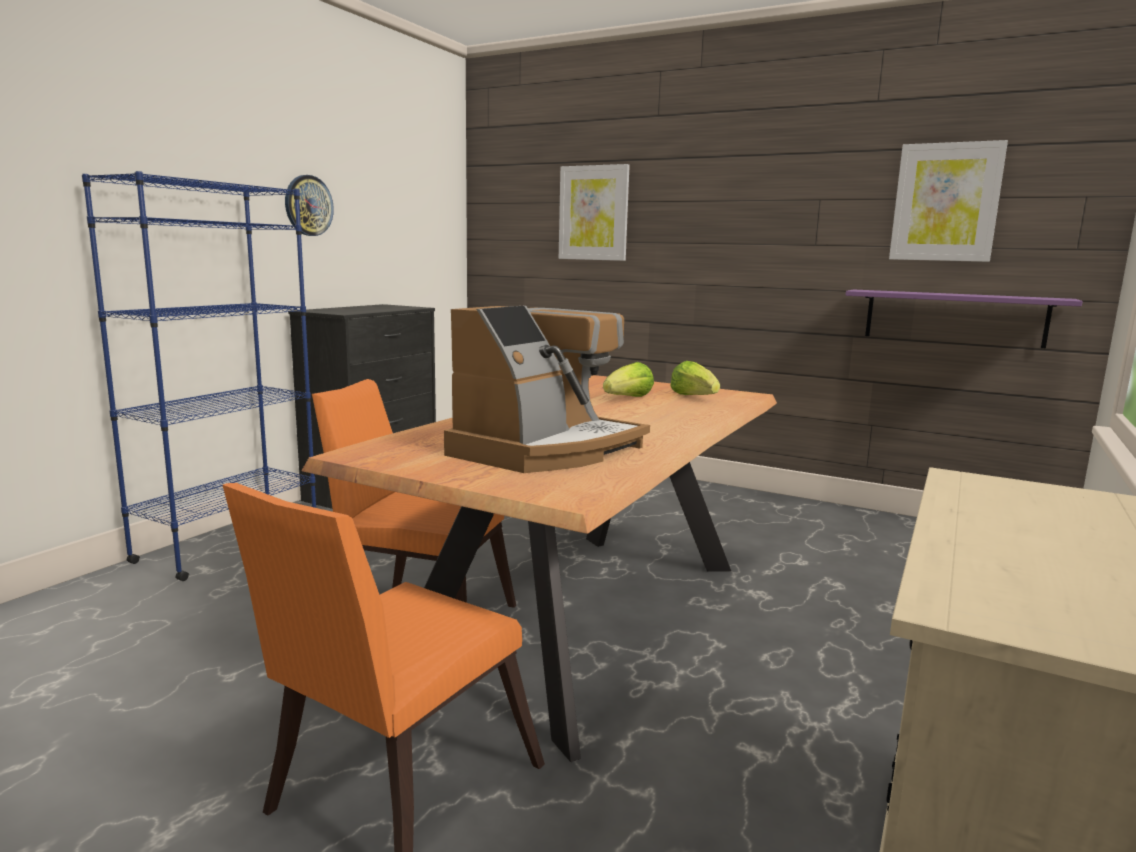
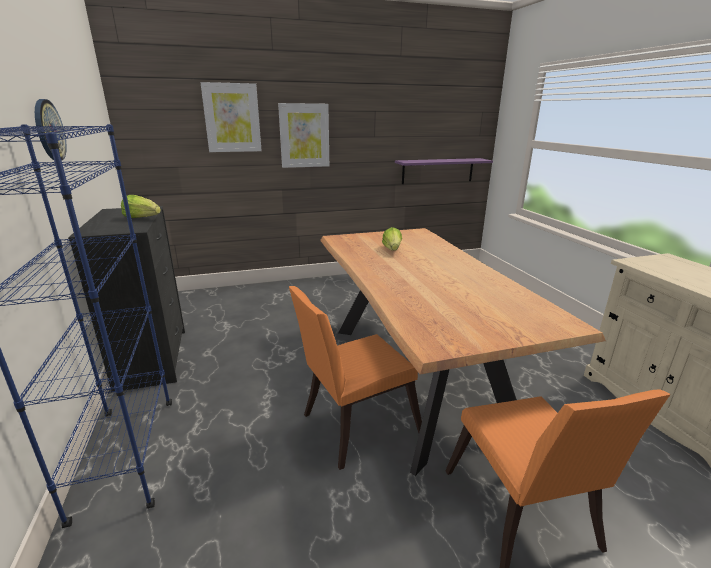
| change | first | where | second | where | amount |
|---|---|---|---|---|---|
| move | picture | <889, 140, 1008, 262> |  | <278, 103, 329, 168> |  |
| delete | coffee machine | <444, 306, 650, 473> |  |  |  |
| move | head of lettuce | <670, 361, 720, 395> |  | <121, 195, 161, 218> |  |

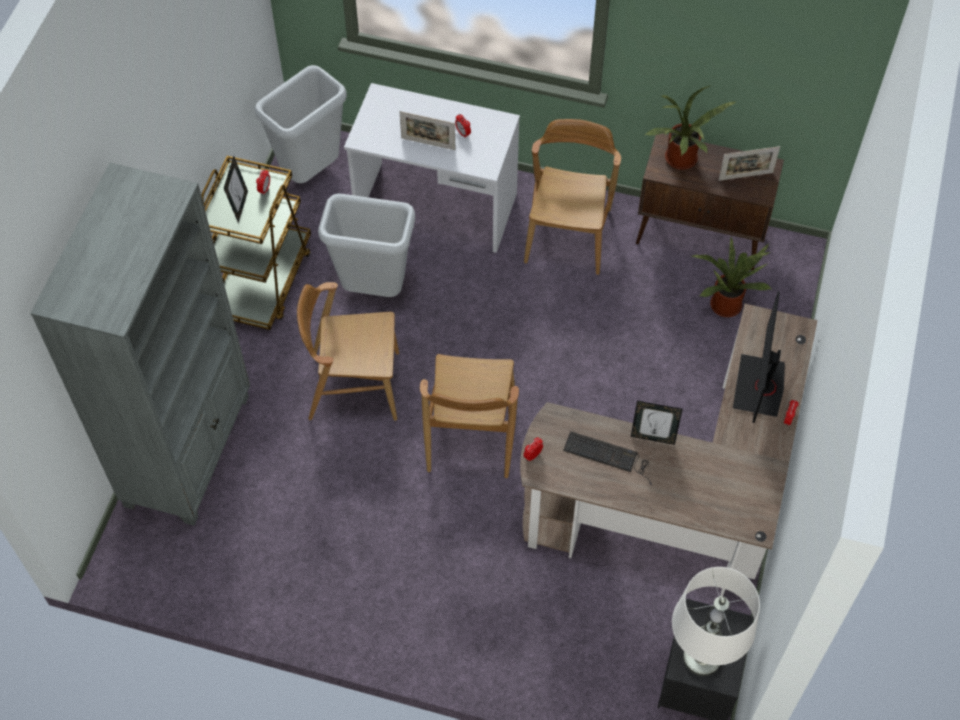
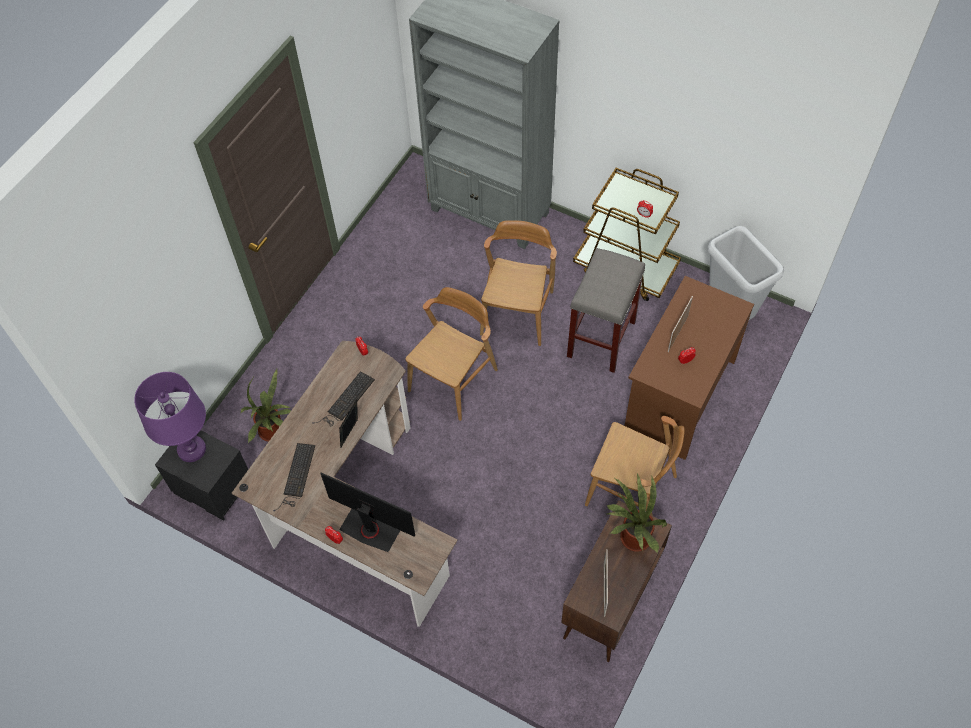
| change | first | where | second | where | amount |
|---|---|---|---|---|---|
| recolor | desk unit/white-coloured | <344, 83, 520, 253> | desk unit/brownish | <624, 276, 754, 460> |  |
| delete | photo frame | <224, 156, 248, 223> |  |  |  |
| replace | rubbish bin/greyish | <318, 194, 415, 297> | stool/greyish | <567, 248, 645, 373> |  |
| move | potted plant | <692, 237, 771, 317> |  | <241, 369, 291, 443> |  |
| rotate | upright chair/brownish | <420, 354, 519, 478> |  | <405, 287, 498, 421> | 105 degrees clockwise |
| recolor | tabletop lamp/white-coloured | <672, 567, 760, 676> | tabletop lamp/purplish | <134, 372, 206, 462> |  |
| insert |  |  | PC keyboard | <273, 443, 315, 511> |  |

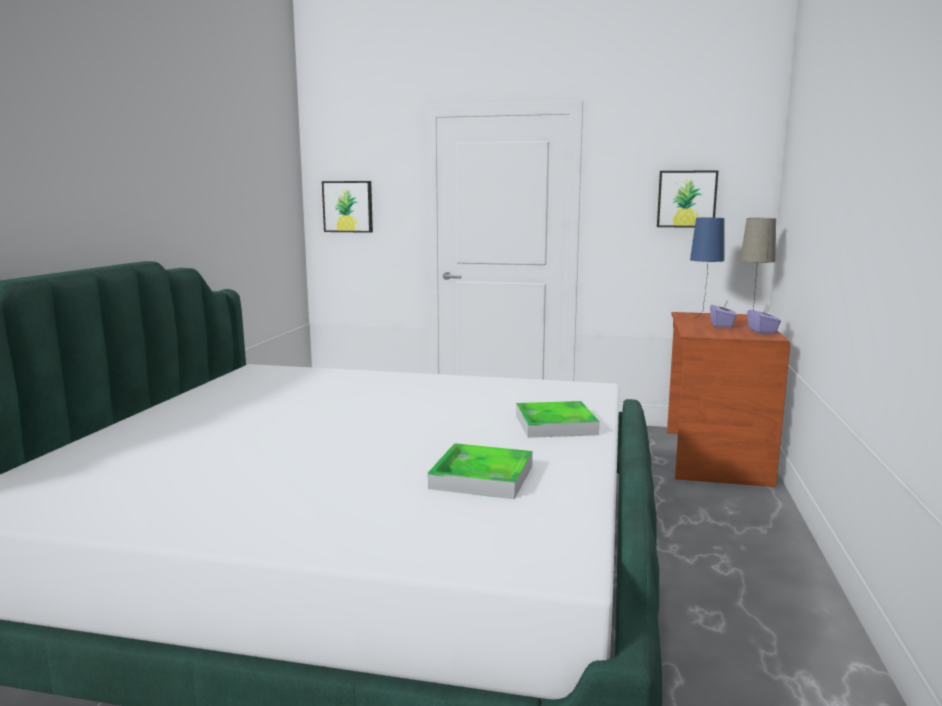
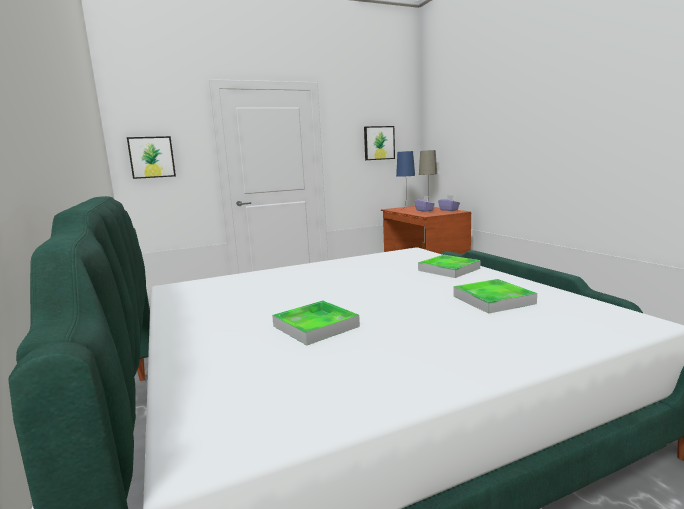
| change | first | where | second | where | amount |
|---|---|---|---|---|---|
| insert |  |  | serving tray | <272, 300, 360, 345> |  |

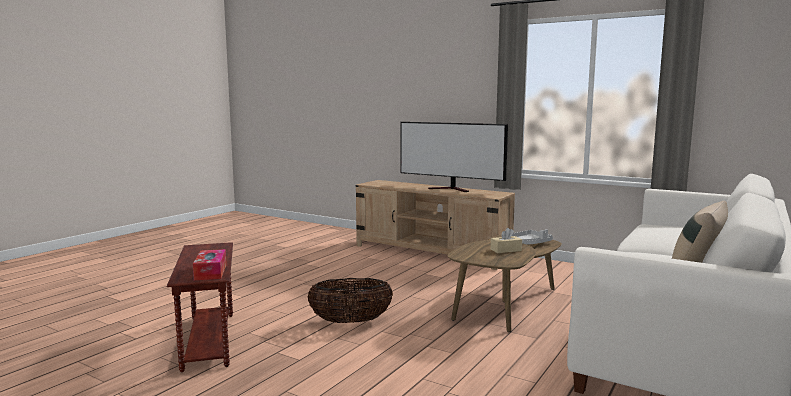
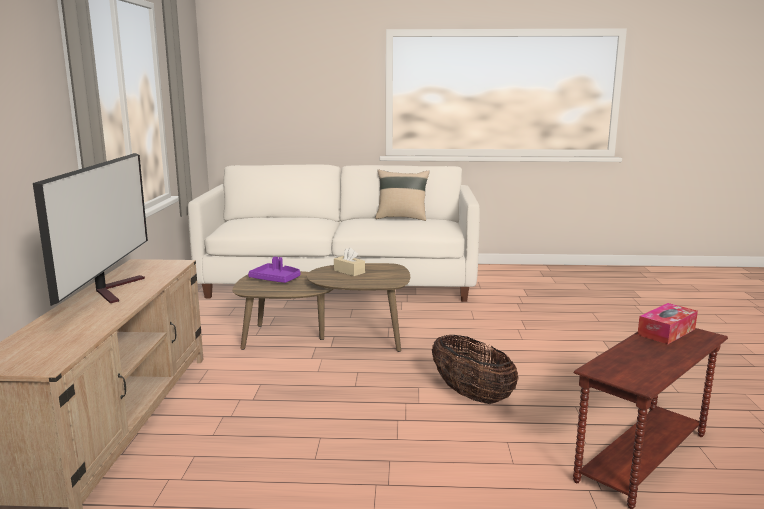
| change | first | where | second | where | amount |
|---|---|---|---|---|---|
| recolor | serving tray/greyish | <512, 229, 553, 245> | serving tray/purplish | <248, 256, 300, 283> |  |

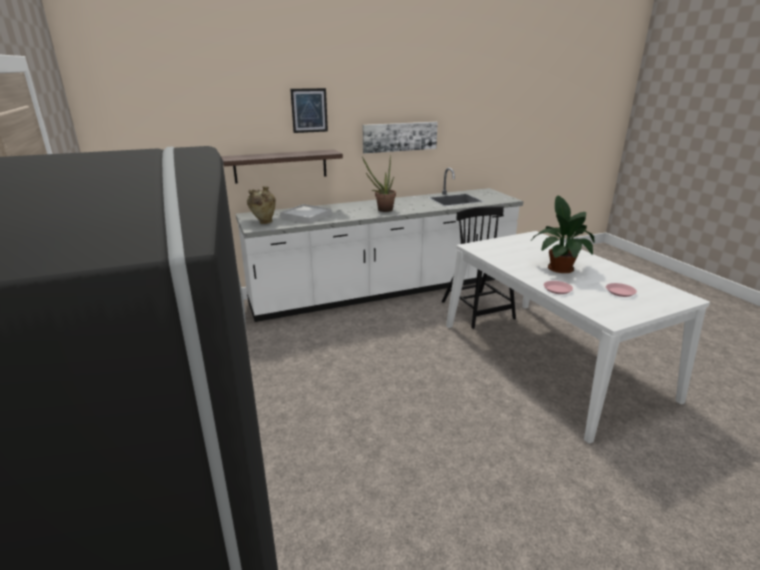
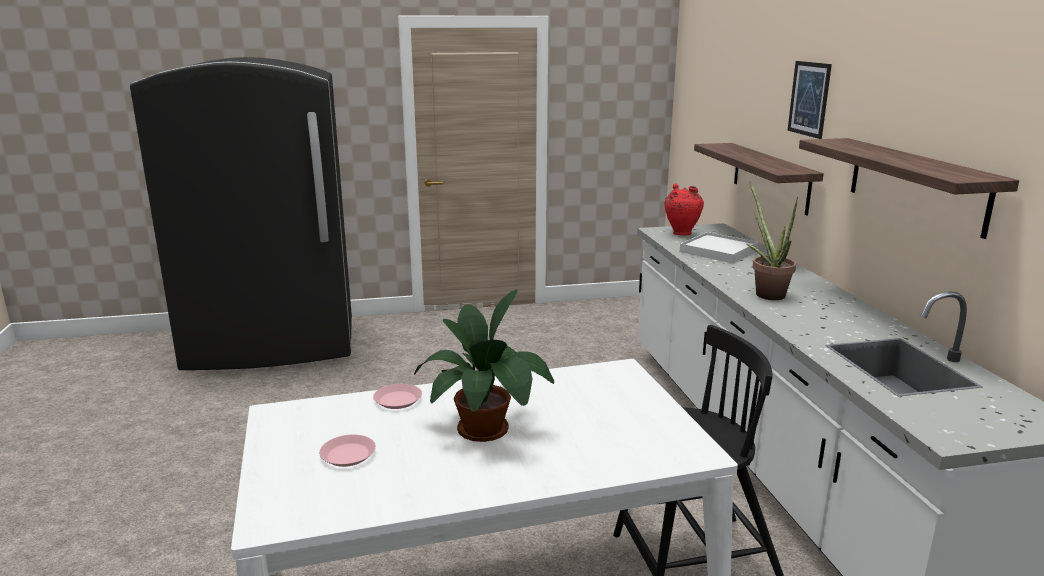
| change | first | where | second | where | amount |
|---|---|---|---|---|---|
| replace | picture | <363, 122, 438, 154> | wall shelf | <799, 138, 1019, 239> |  |
| recolor | vase/beige-coloured | <247, 186, 276, 224> | vase/red | <664, 184, 704, 235> |  |

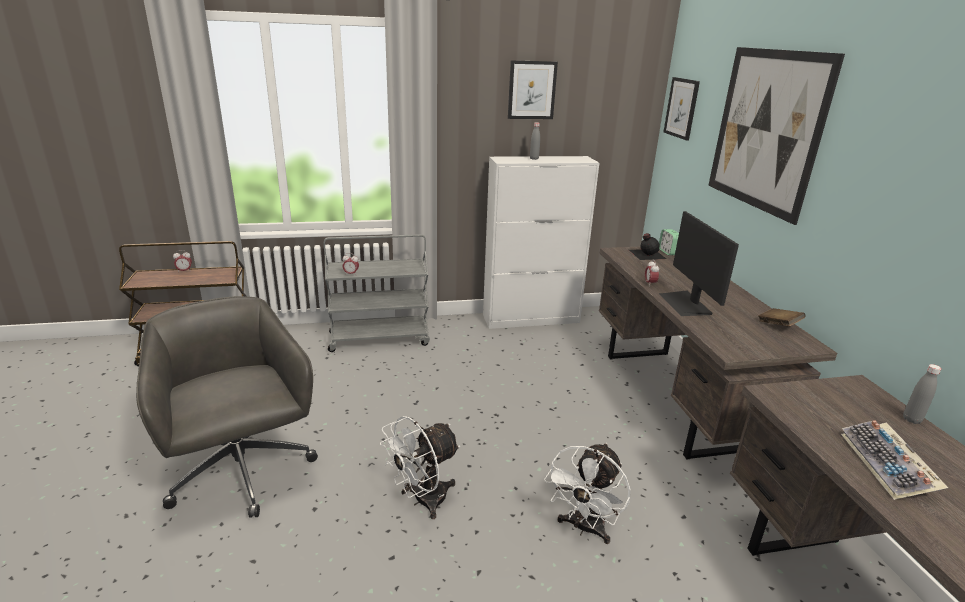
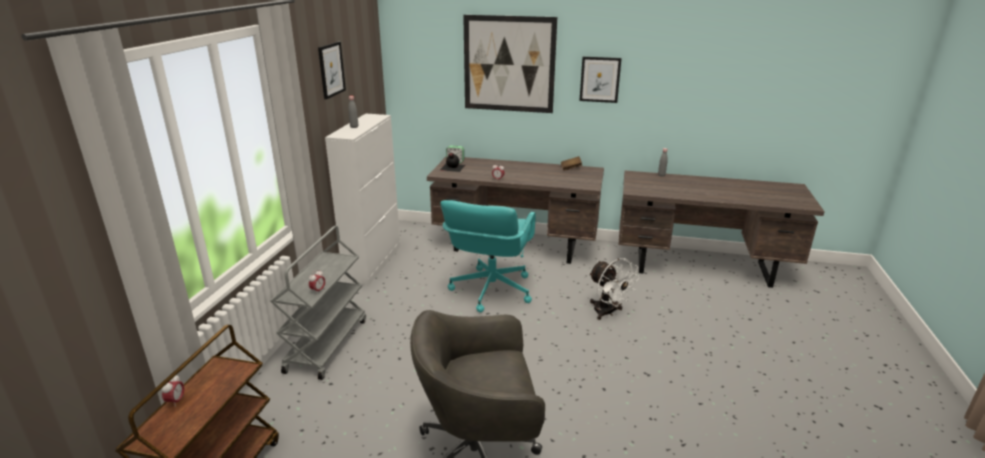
| change | first | where | second | where | amount |
|---|---|---|---|---|---|
| move | picture | <664, 77, 700, 140> |  | <580, 57, 622, 103> |  |
| delete | computer display | <659, 211, 739, 316> |  |  |  |
| delete | fan/white-coloured | <380, 416, 460, 519> |  |  |  |
| delete | PC keyboard | <841, 421, 948, 500> |  |  |  |
| insert |  |  | computer chair/blue-green | <440, 200, 536, 312> |  |

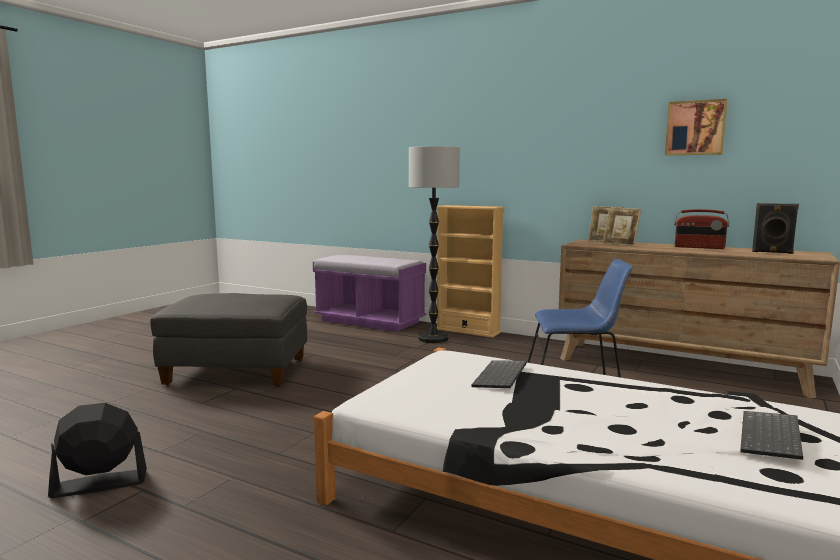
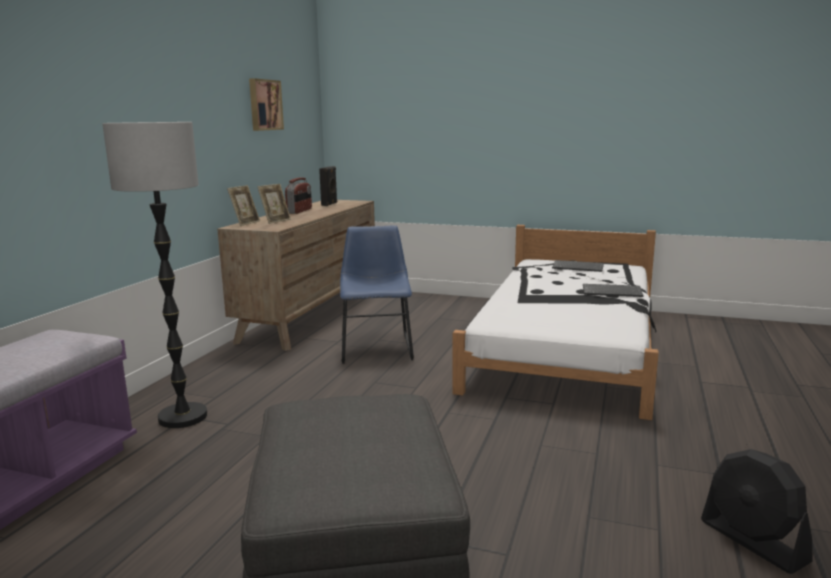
| change | first | where | second | where | amount |
|---|---|---|---|---|---|
| delete | bookshelf/beige-coloured | <436, 205, 504, 338> |  |  |  |
| move | PC keyboard | <471, 360, 527, 388> |  | <583, 284, 644, 297> |  |

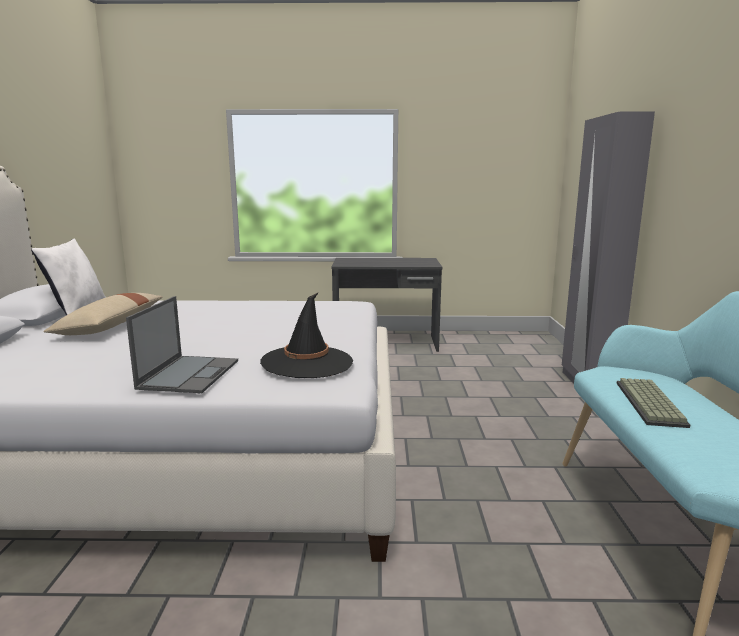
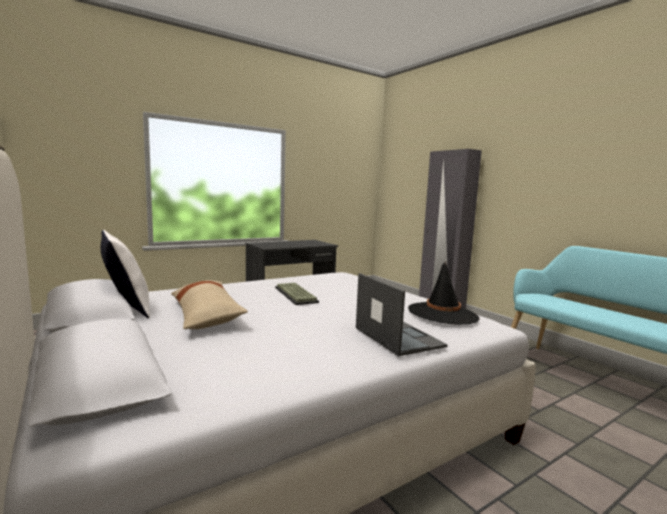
| change | first | where | second | where | amount |
|---|---|---|---|---|---|
| move | PC keyboard | <617, 378, 690, 428> |  | <275, 283, 319, 305> |  |

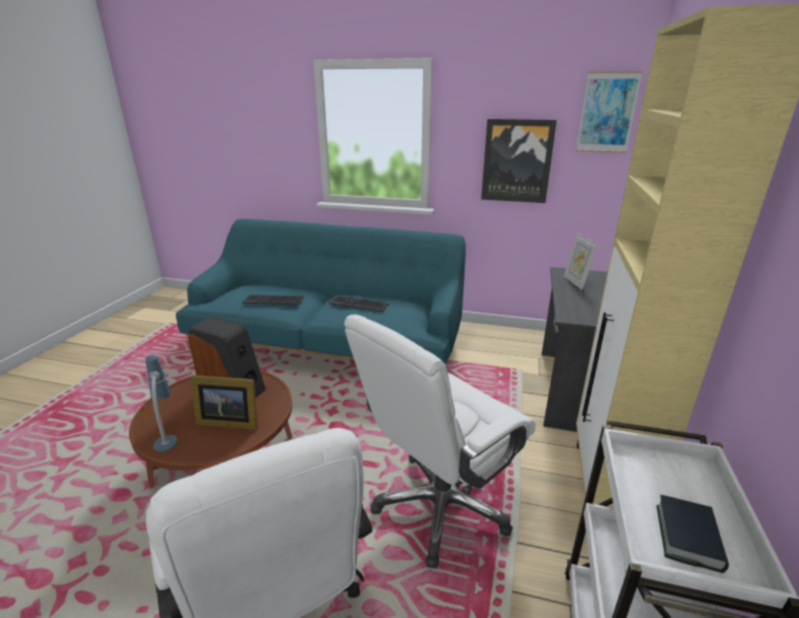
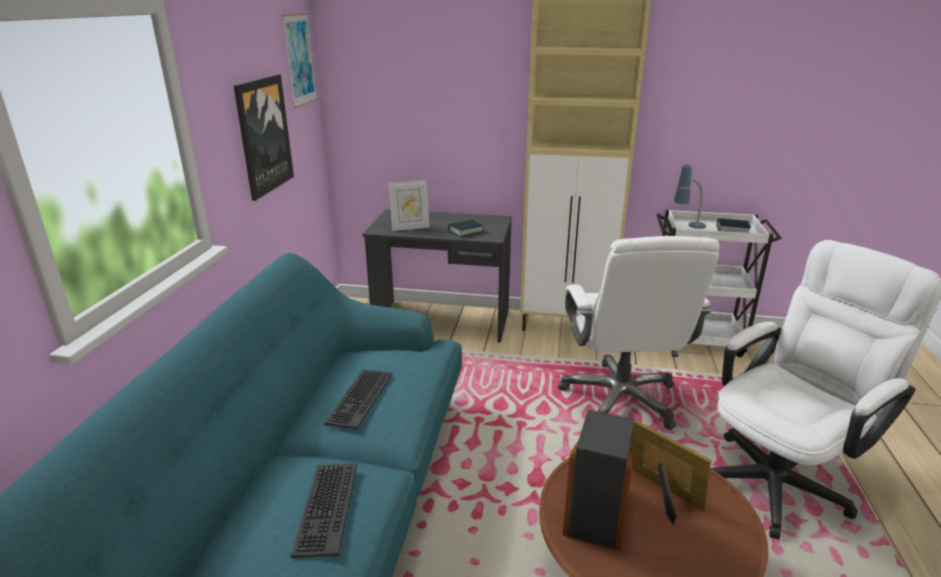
| change | first | where | second | where | amount |
|---|---|---|---|---|---|
| rotate | computer chair/white-coloured | <344, 315, 536, 568> |  | <558, 236, 720, 430> | 45 degrees clockwise |
| move | tabletop lamp | <145, 355, 178, 452> |  | <674, 164, 706, 229> |  |
| rotate | photo frame | <191, 375, 258, 430> |  | <631, 419, 711, 524> | 45 degrees counterclockwise |
| insert |  |  | volume | <448, 220, 484, 237> |  |

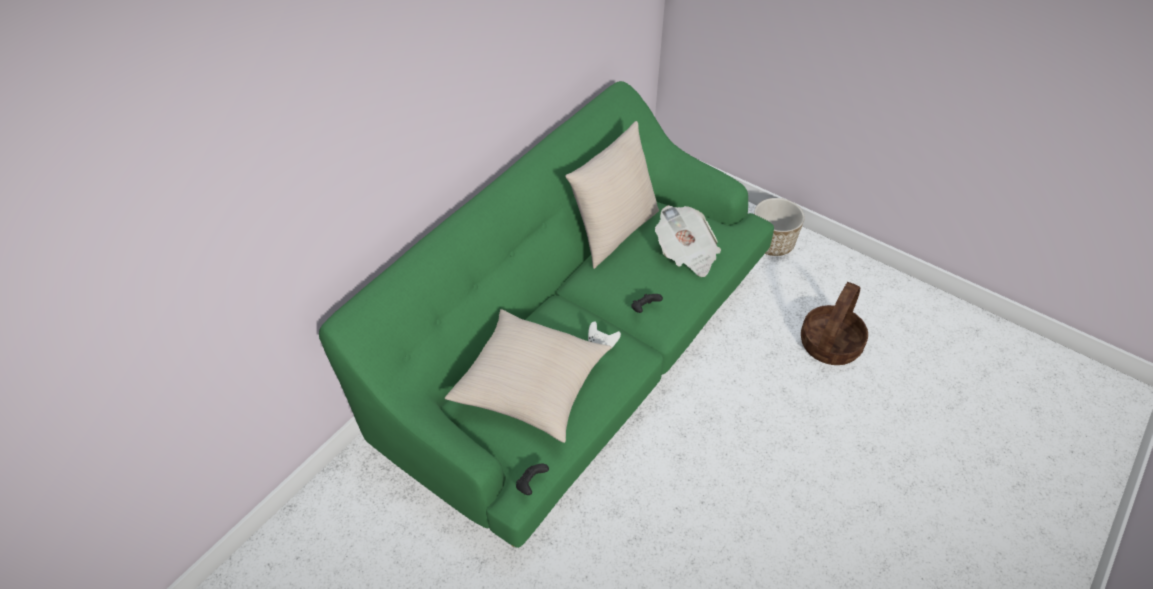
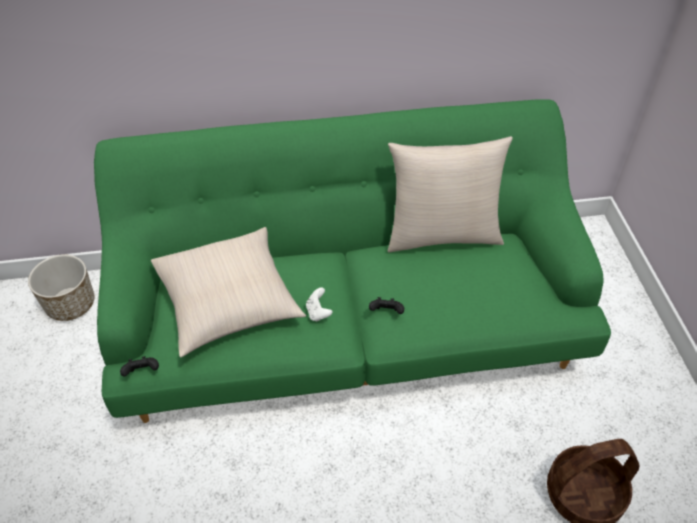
| change | first | where | second | where | amount |
|---|---|---|---|---|---|
| move | plant pot | <754, 198, 805, 256> |  | <28, 255, 94, 321> |  |
| delete | newspaper | <655, 205, 721, 277> |  |  |  |

